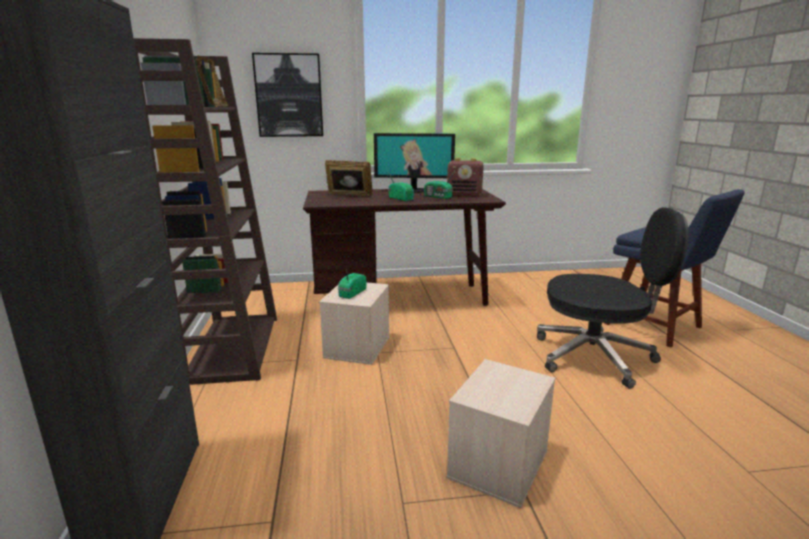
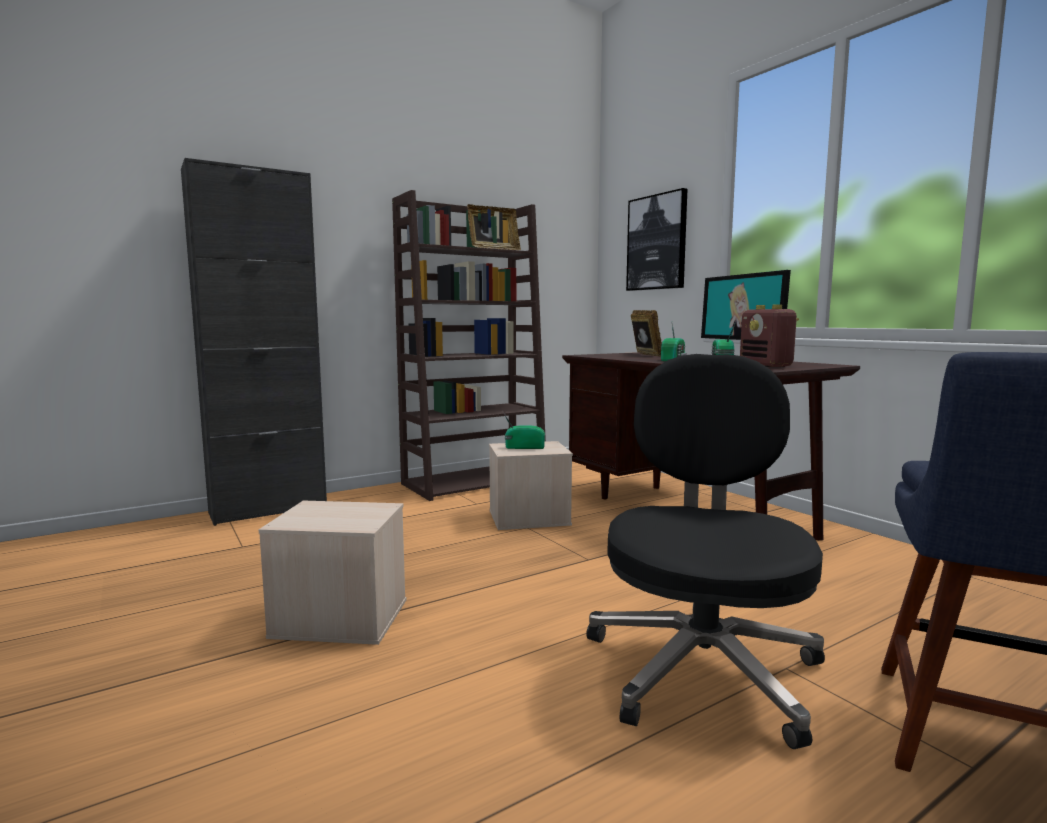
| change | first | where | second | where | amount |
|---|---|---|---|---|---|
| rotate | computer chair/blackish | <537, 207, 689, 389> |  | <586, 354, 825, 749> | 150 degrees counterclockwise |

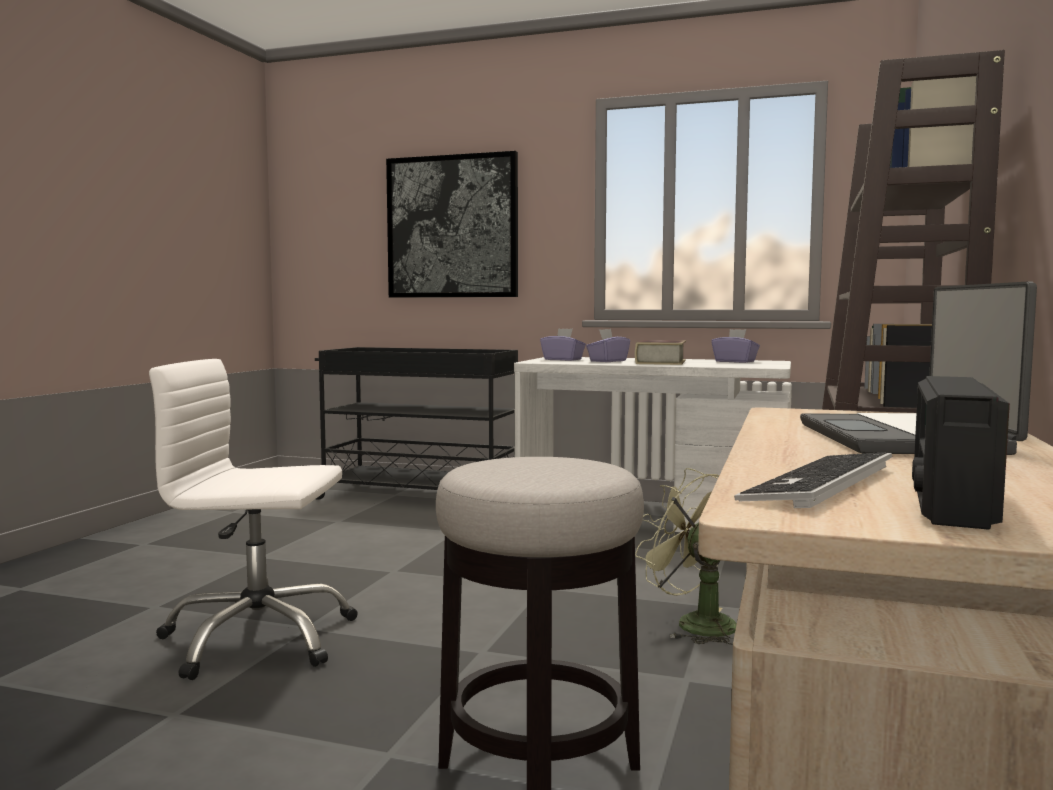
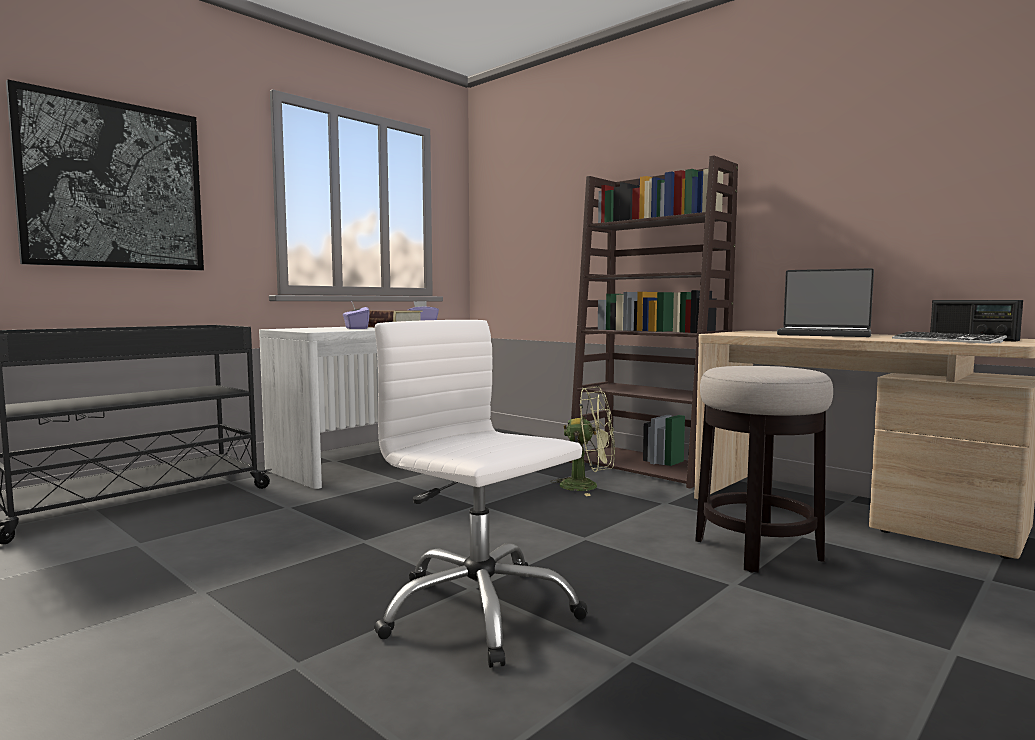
| change | first | where | second | where | amount |
|---|---|---|---|---|---|
| delete | tissue box/purplish | <540, 328, 586, 361> |  |  |  |
| rotate | computer chair/white-coloured | <149, 359, 358, 680> |  | <374, 320, 587, 668> | 105 degrees clockwise |
| rotate | fan/green-coloured | <635, 468, 737, 645> |  | <551, 387, 615, 496> | 150 degrees counterclockwise |

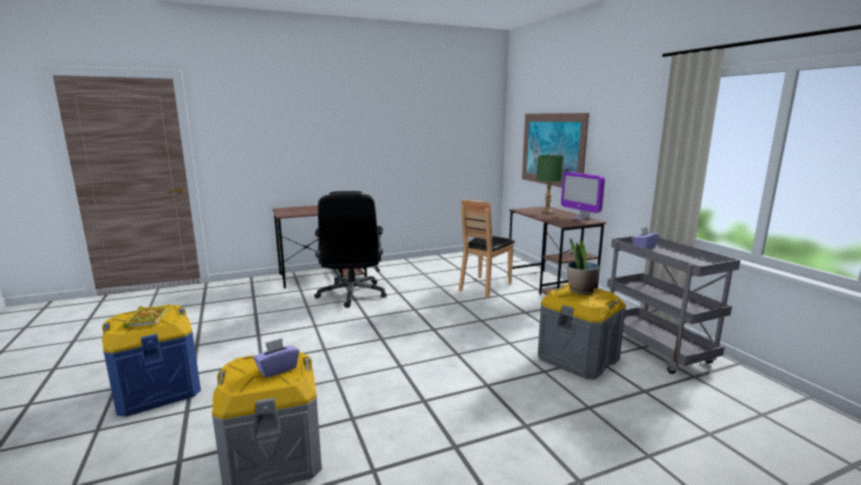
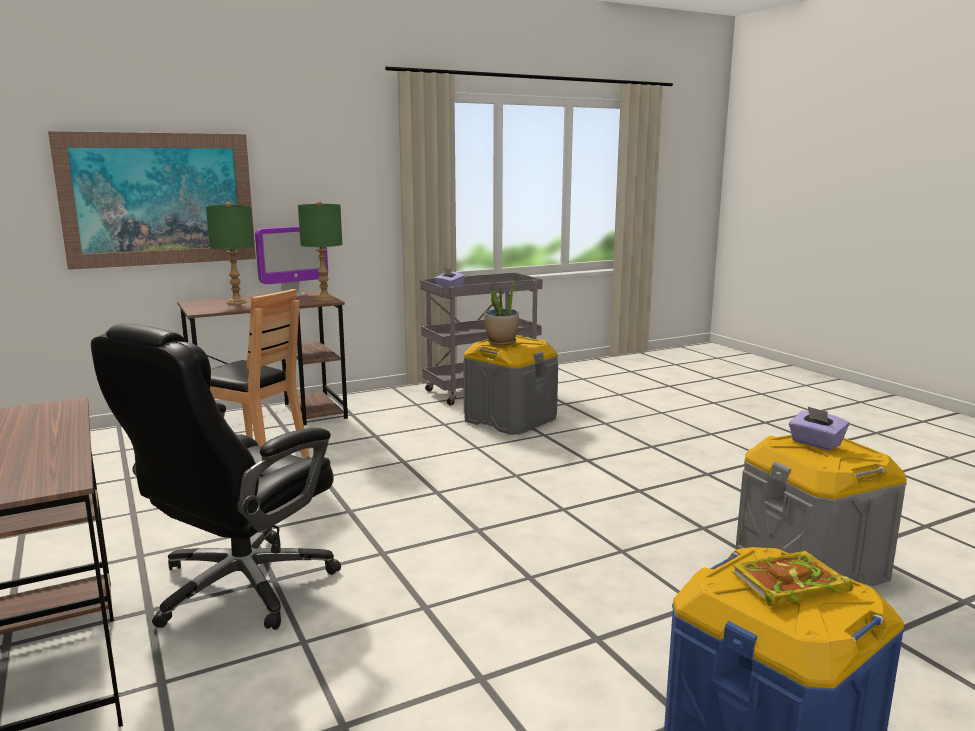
| change | first | where | second | where | amount |
|---|---|---|---|---|---|
| rotate | computer chair/blackish | <314, 191, 387, 308> |  | <91, 323, 341, 630> | 135 degrees clockwise |
| insert |  |  | tabletop lamp/green-coloured | <298, 201, 342, 301> |  |

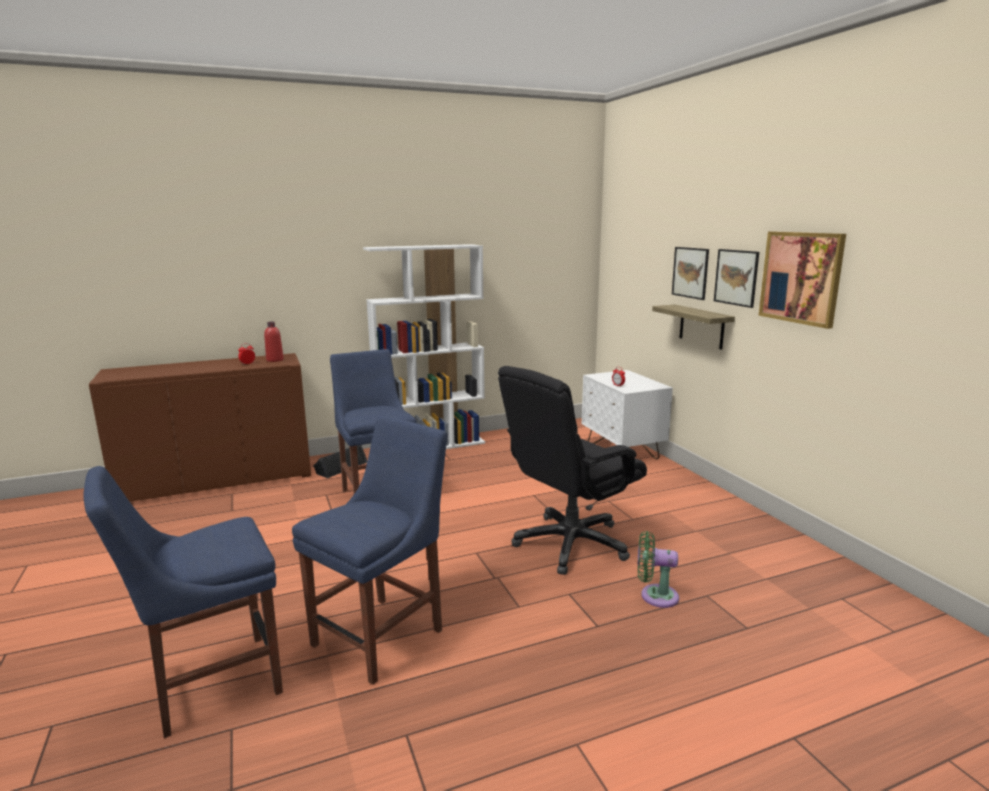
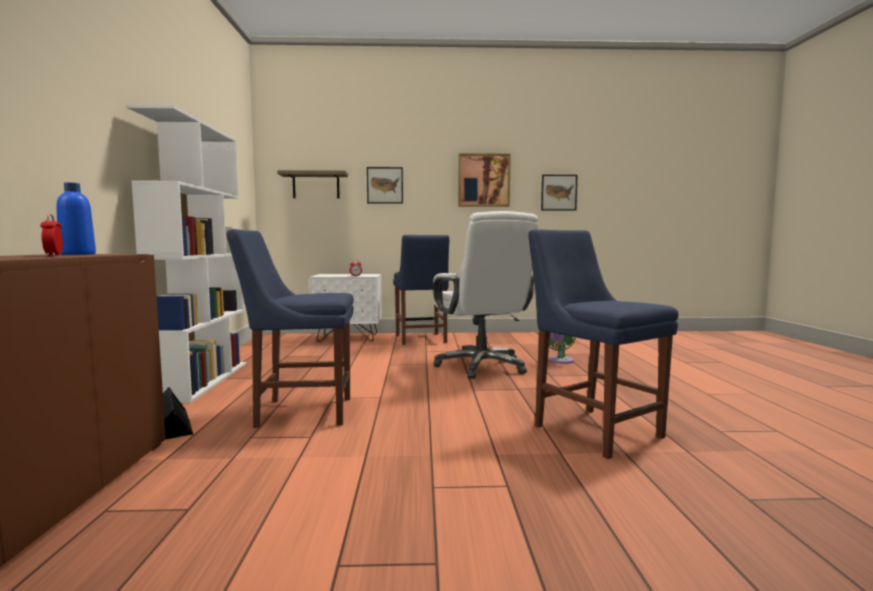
| change | first | where | second | where | amount |
|---|---|---|---|---|---|
| move | picture | <714, 249, 759, 308> |  | <541, 175, 578, 211> |  |
| move | wall shelf | <652, 305, 735, 349> |  | <277, 170, 348, 198> |  |
| recolor | beverage bottle/red | <264, 322, 284, 362> | beverage bottle/bluish | <56, 182, 96, 255> |  |
| recolor | computer chair/blackish | <498, 366, 647, 575> | computer chair/white-coloured | <433, 211, 538, 379> |  |
| move | upright chair/bluish | <84, 466, 283, 738> |  | <393, 235, 449, 345> |  |

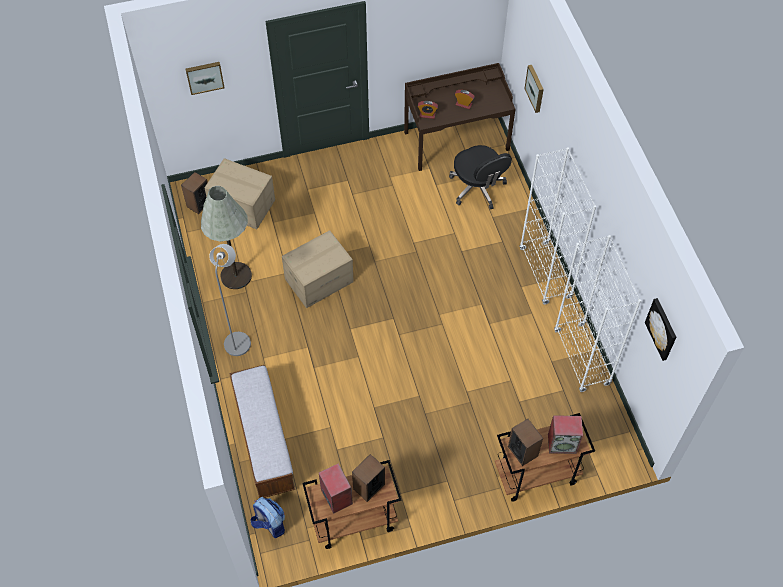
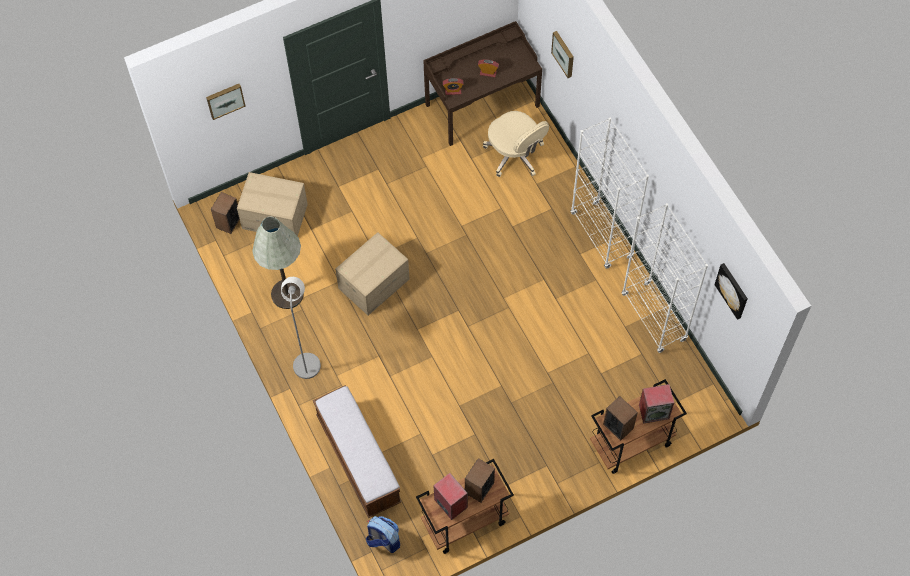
| change | first | where | second | where | amount |
|---|---|---|---|---|---|
| recolor | computer chair/blackish | <449, 145, 512, 209> | computer chair/beige-coloured | <483, 111, 549, 177> |  |

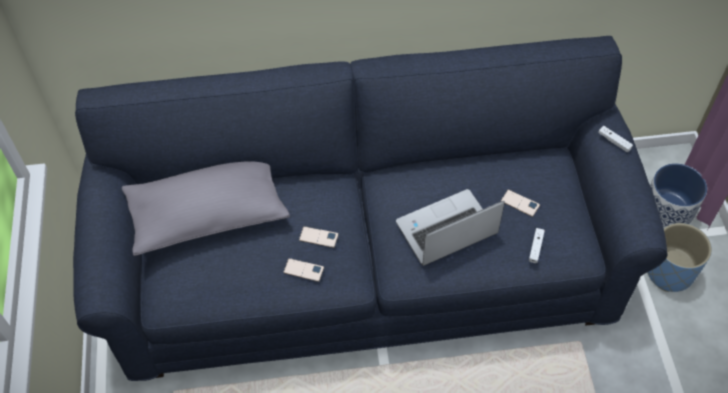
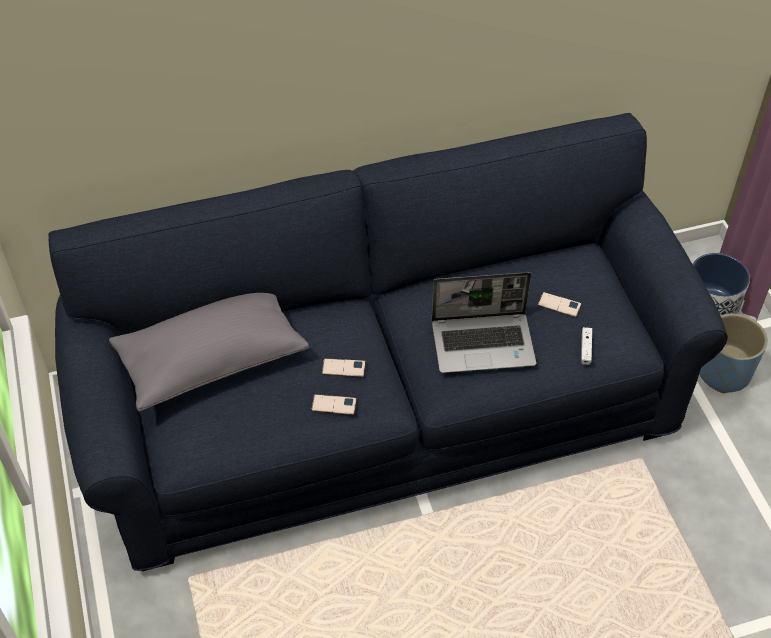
| change | first | where | second | where | amount |
|---|---|---|---|---|---|
| delete | game controller/white-coloured | <598, 126, 633, 153> |  |  |  |
| rotate | notebook computer | <396, 189, 505, 266> |  | <432, 272, 536, 373> | 150 degrees counterclockwise |

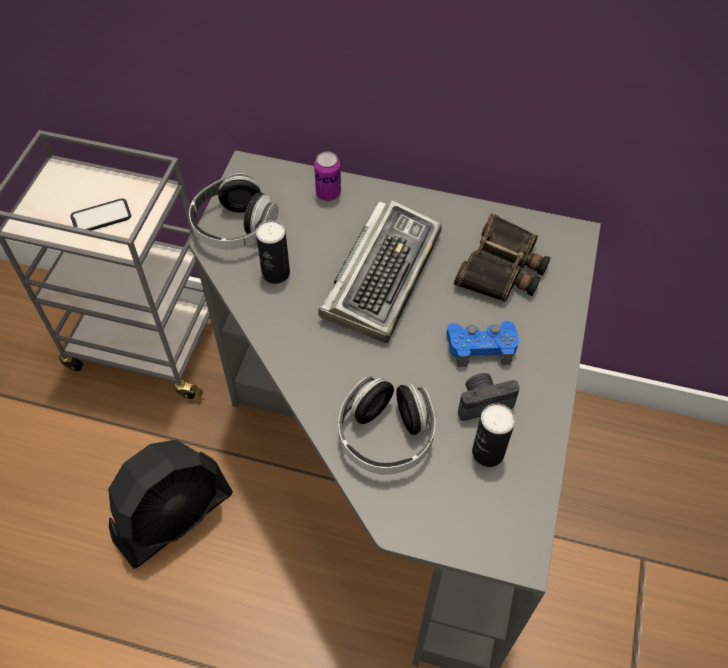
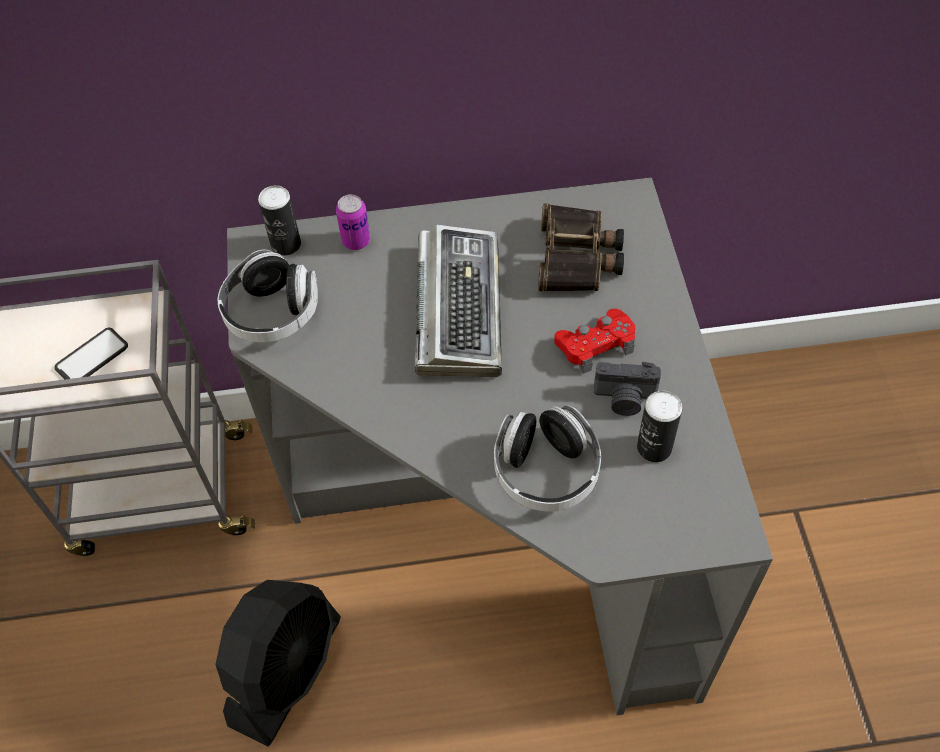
| change | first | where | second | where | amount |
|---|---|---|---|---|---|
| move | metal can | <256, 220, 290, 284> |  | <258, 185, 301, 256> |  |
| recolor | game controller/bluish | <446, 321, 519, 367> | game controller/red | <554, 309, 636, 374> |  |
| rotate | still camera | <458, 373, 520, 421> |  | <594, 362, 661, 416> | 135 degrees counterclockwise |

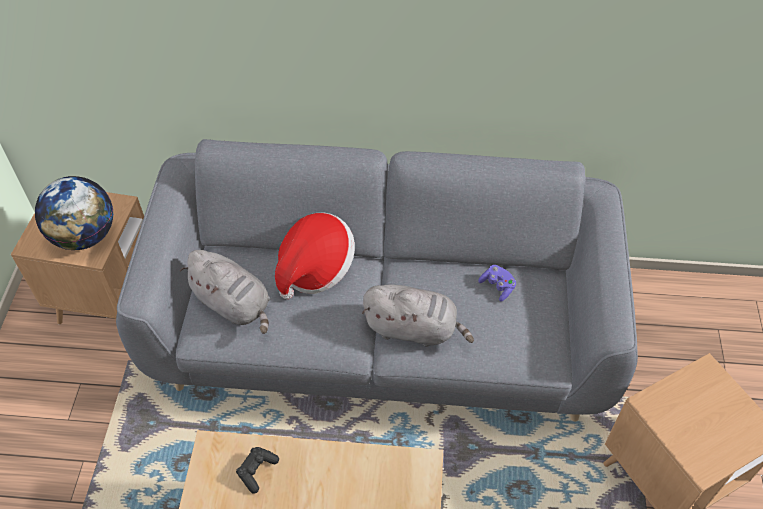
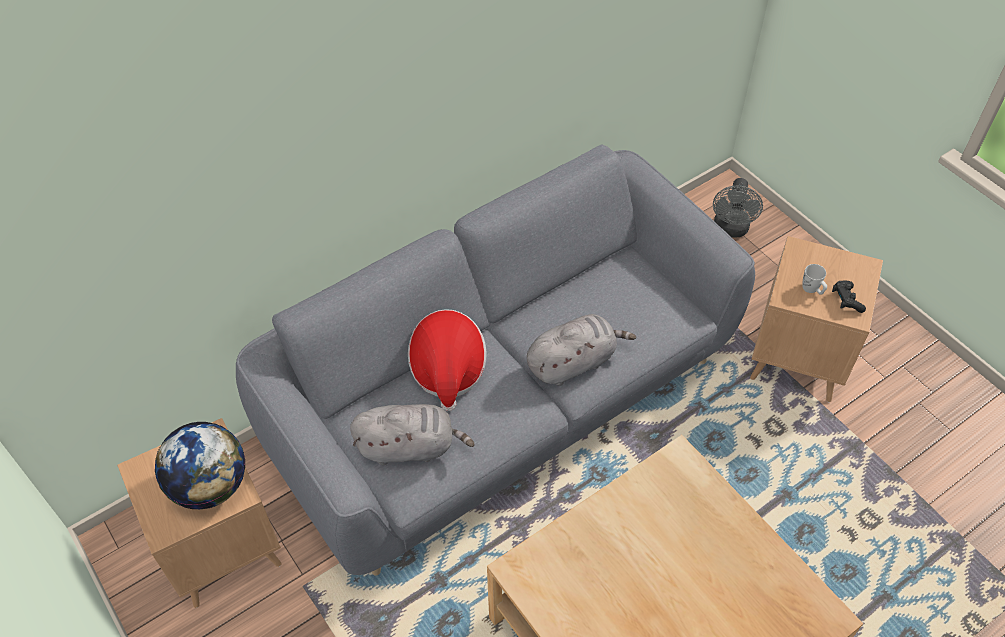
| change | first | where | second | where | amount |
|---|---|---|---|---|---|
| delete | game controller/purplish | <478, 265, 516, 302> |  |  |  |
| move | game controller/blackish | <236, 447, 279, 494> |  | <832, 281, 866, 313> |  |
| insert |  |  | fan/greyish | <713, 178, 763, 238> |  |
| insert |  |  | coffee mug/white-coloured | <802, 264, 827, 295> |  |

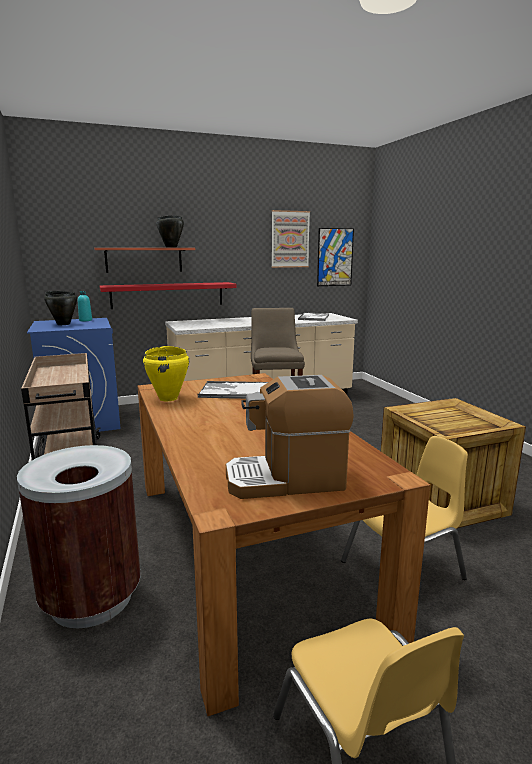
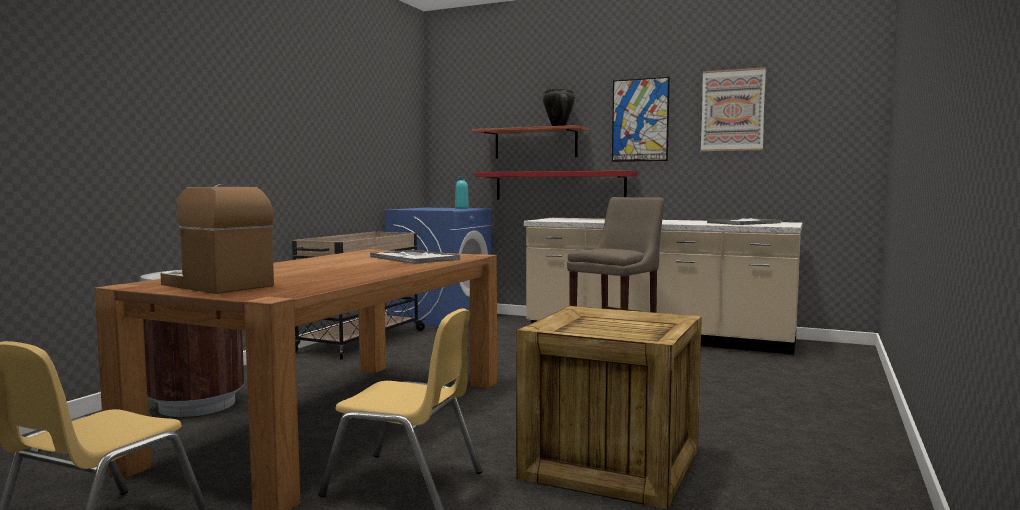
| change | first | where | second | where | amount |
|---|---|---|---|---|---|
| move | picture | <317, 228, 354, 286> |  | <612, 77, 670, 162> |  |
| delete | stockpot/blackish | <44, 291, 77, 325> |  |  |  |
| delete | stockpot/yellowish | <143, 346, 189, 401> |  |  |  |

